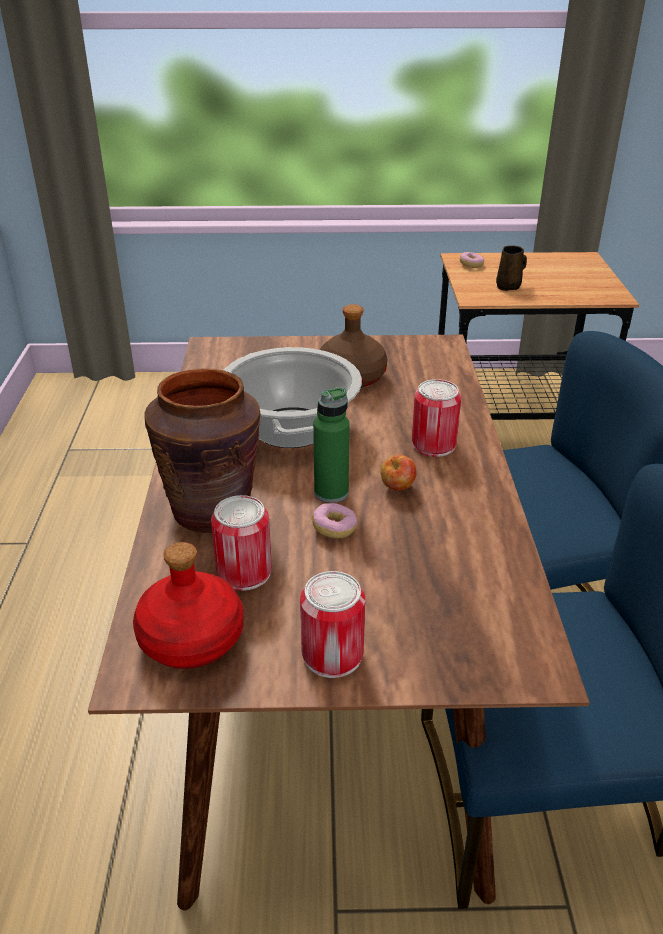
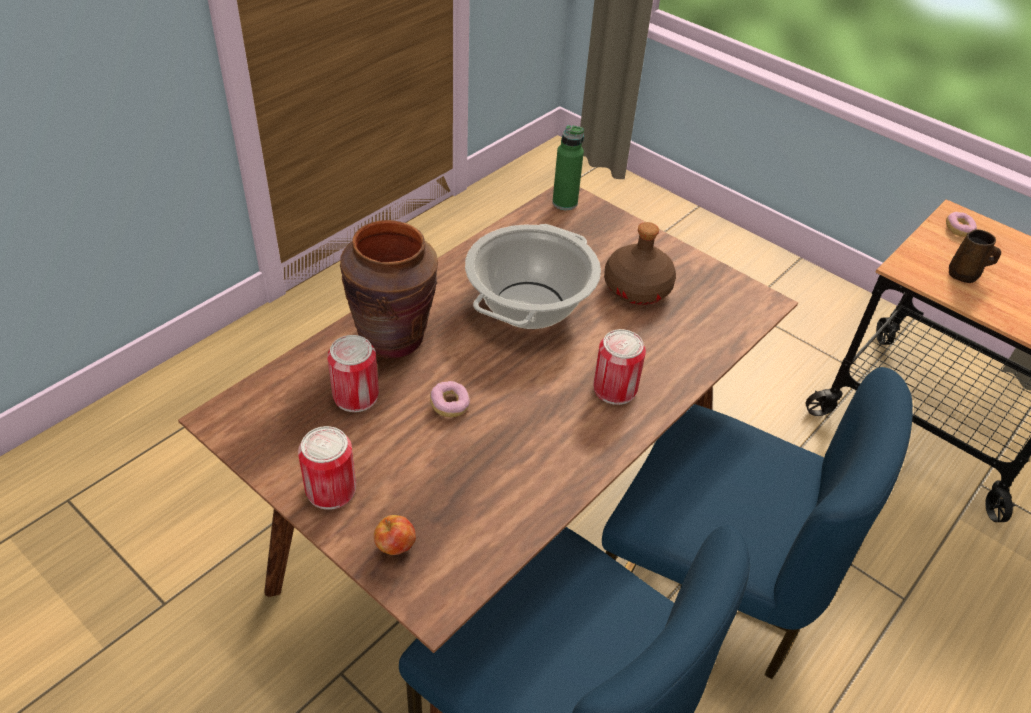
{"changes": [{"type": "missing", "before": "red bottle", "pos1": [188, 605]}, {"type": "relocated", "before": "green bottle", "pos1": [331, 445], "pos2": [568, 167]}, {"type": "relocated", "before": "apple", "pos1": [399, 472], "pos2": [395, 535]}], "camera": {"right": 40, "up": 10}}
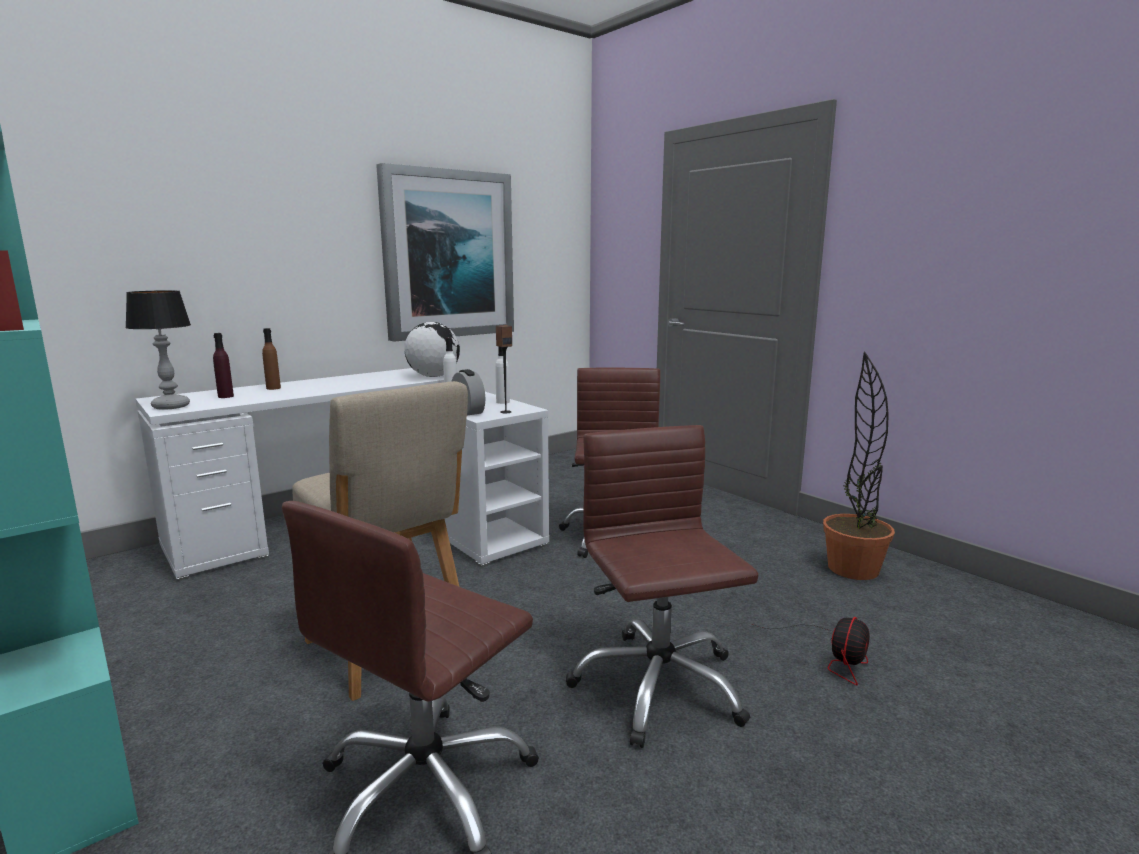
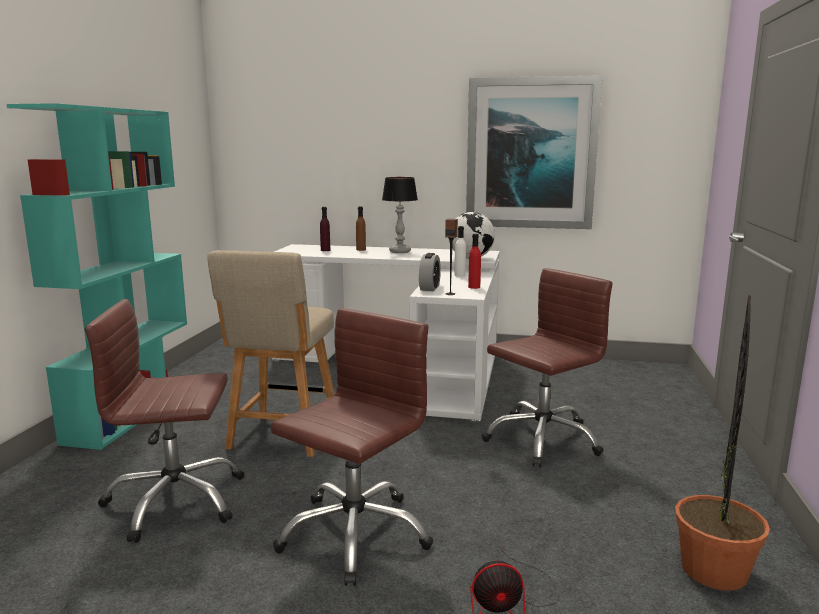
{"changes": [{"type": "relocated", "before": "table lamp", "pos1": [158, 350], "pos2": [400, 215]}, {"type": "colour", "before": "white bottle", "after": "red bottle", "pos1": [502, 375], "pos2": [474, 261]}], "camera": {"right": 50, "up": 0}}
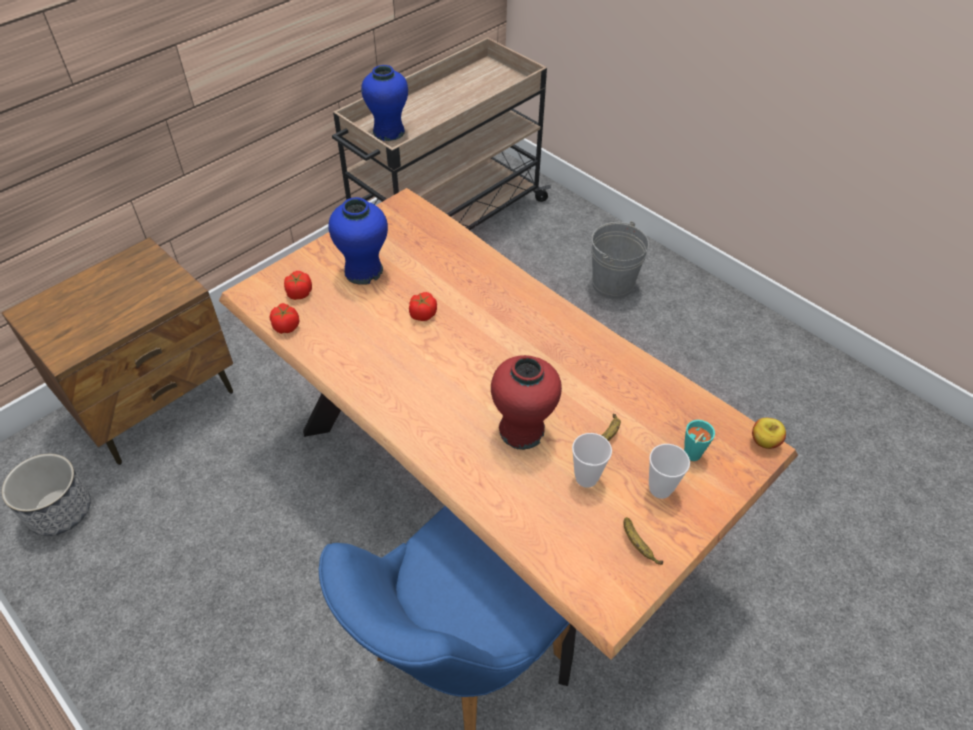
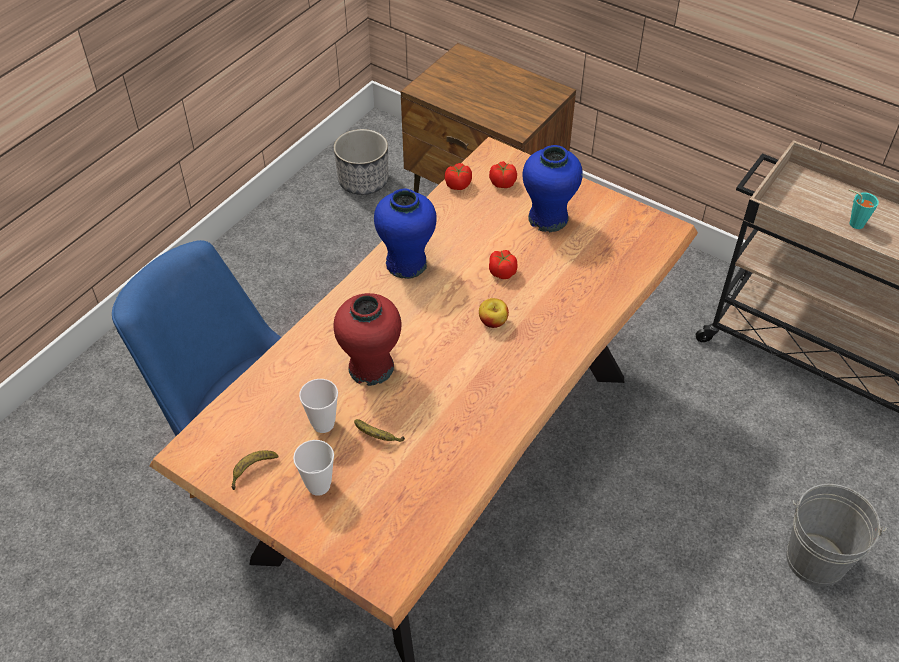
{"changes": [{"type": "relocated", "before": "blue vase", "pos1": [384, 103], "pos2": [405, 233]}, {"type": "relocated", "before": "turquoise cup", "pos1": [699, 440], "pos2": [864, 209]}, {"type": "relocated", "before": "apple", "pos1": [769, 433], "pos2": [494, 313]}], "camera": {"right": 80, "up": 0}}
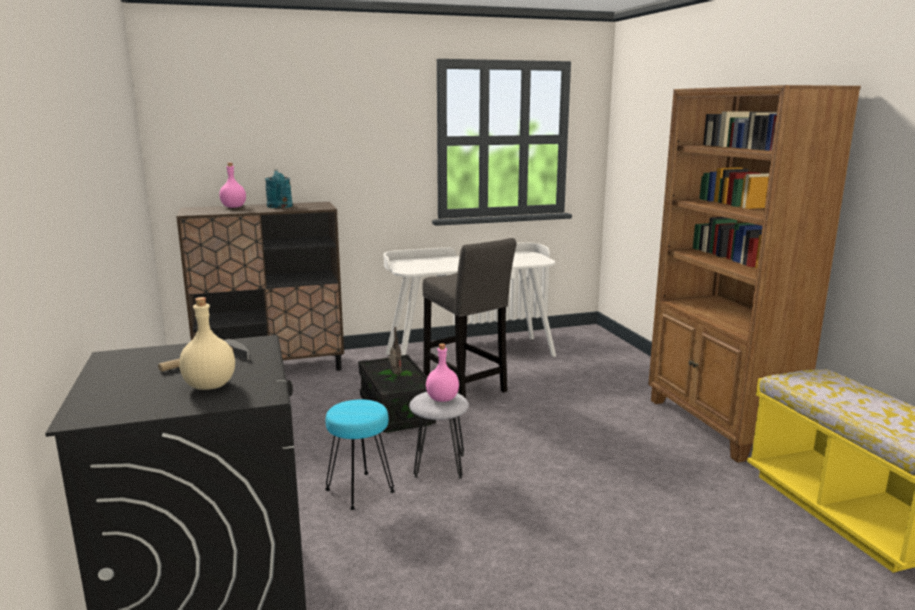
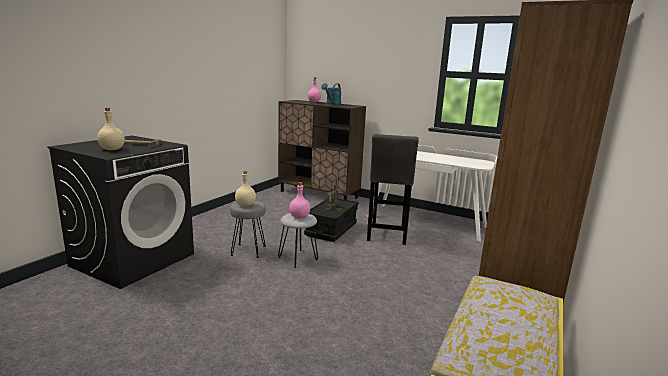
{"changes": [{"type": "appeared", "after": "beige bottle", "pos2": [245, 188]}, {"type": "colour", "before": "turquoise stool", "after": "grey stool", "pos1": [360, 454], "pos2": [248, 229]}], "camera": {"right": 45, "up": 0}}
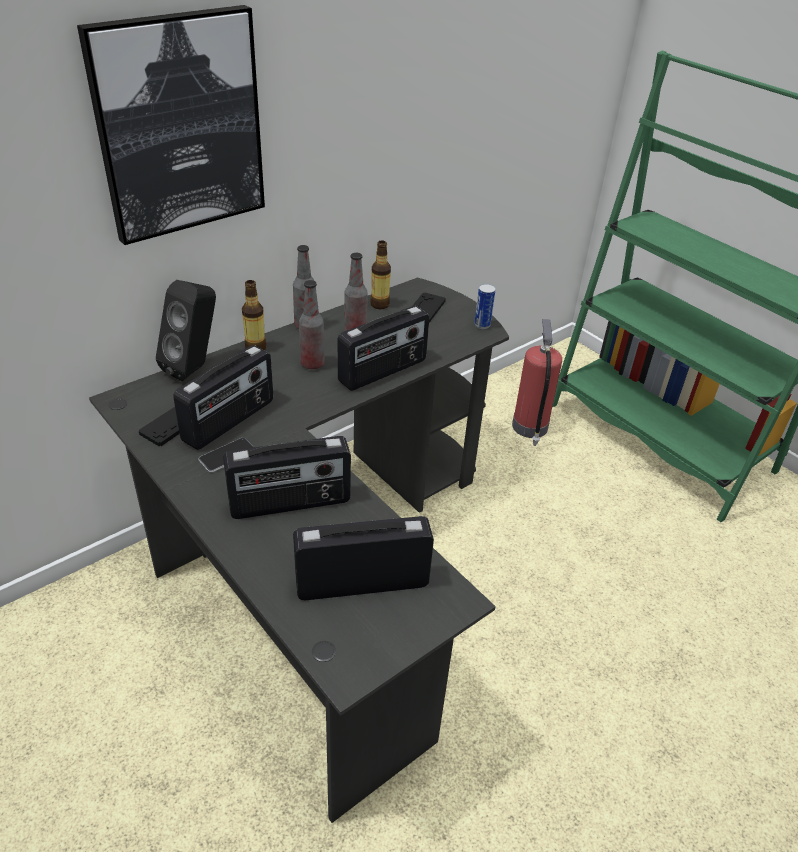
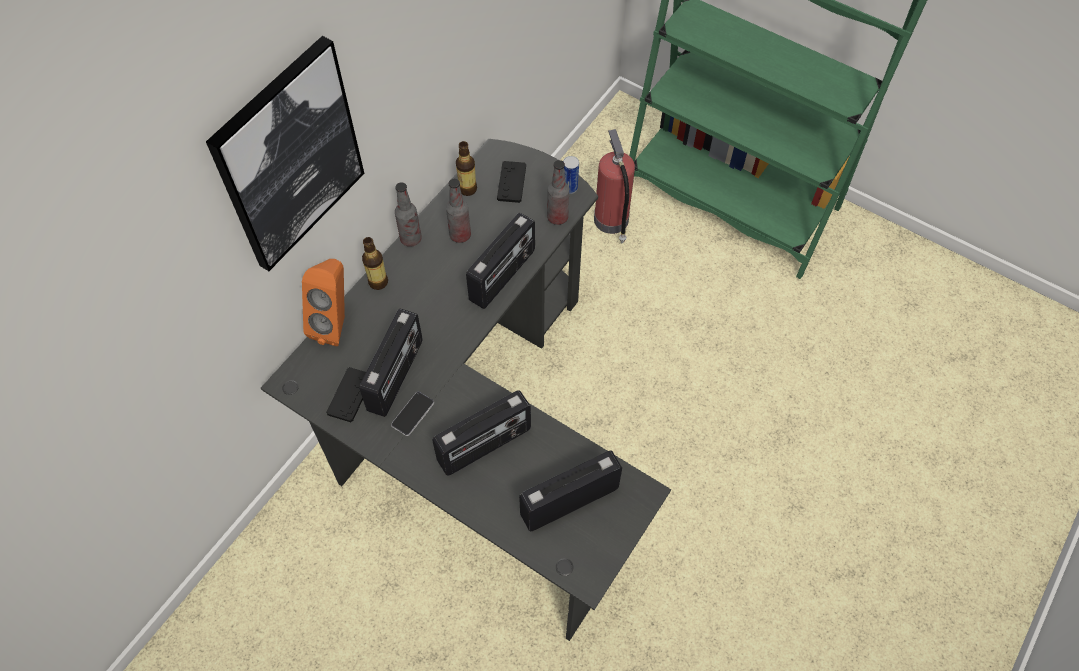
{"changes": [{"type": "relocated", "before": "bottle", "pos1": [312, 324], "pos2": [558, 192]}, {"type": "colour", "before": "black speaker", "after": "orange speaker", "pos1": [186, 330], "pos2": [323, 302]}], "camera": {"right": -15, "up": 20}}
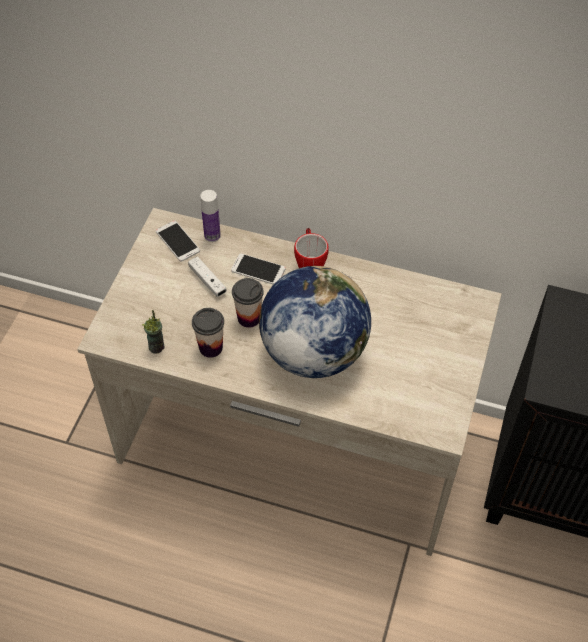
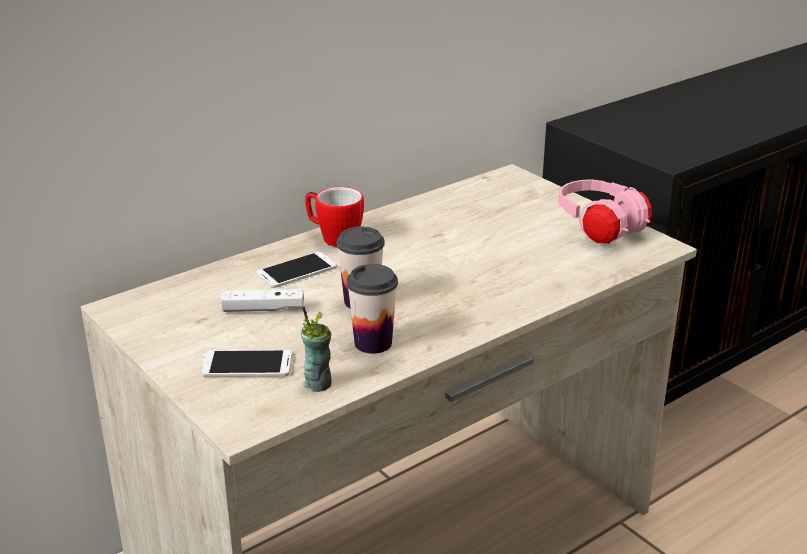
{"changes": [{"type": "missing", "before": "bottle", "pos1": [211, 216]}, {"type": "missing", "before": "globe", "pos1": [315, 322]}, {"type": "appeared", "after": "pink headphones", "pos2": [605, 212]}, {"type": "relocated", "before": "phone", "pos1": [178, 241], "pos2": [246, 363]}], "camera": {"right": -55, "up": -25}}
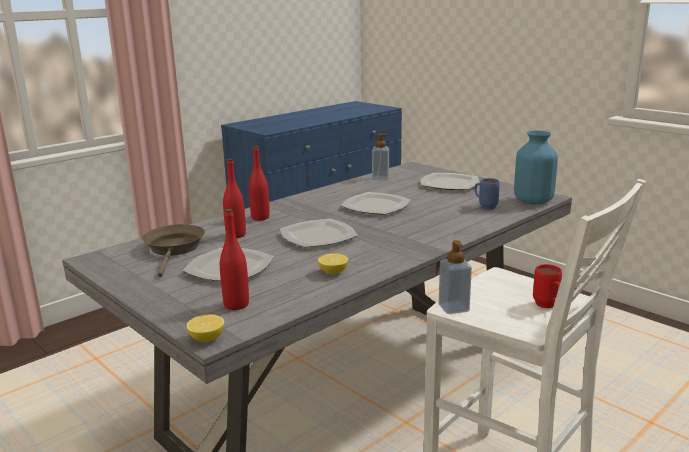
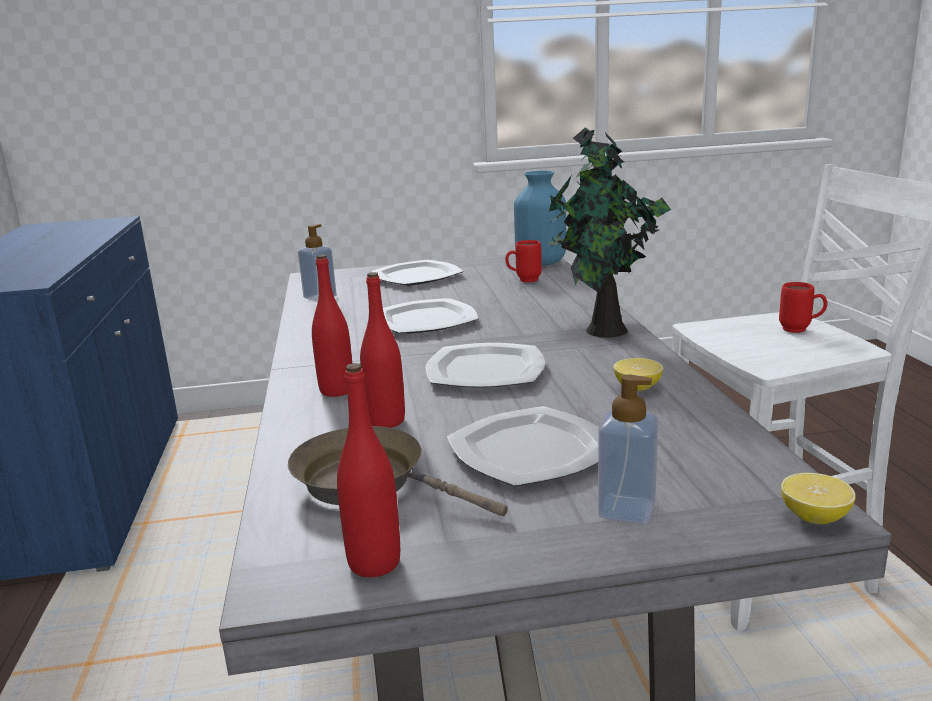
{"changes": [{"type": "appeared", "after": "potted plant", "pos2": [609, 232]}, {"type": "relocated", "before": "red bottle", "pos1": [234, 259], "pos2": [368, 470]}, {"type": "relocated", "before": "soap dispenser", "pos1": [455, 277], "pos2": [628, 449]}, {"type": "colour", "before": "blue mug", "after": "red mug", "pos1": [487, 194], "pos2": [523, 261]}], "camera": {"right": -55, "up": 0}}
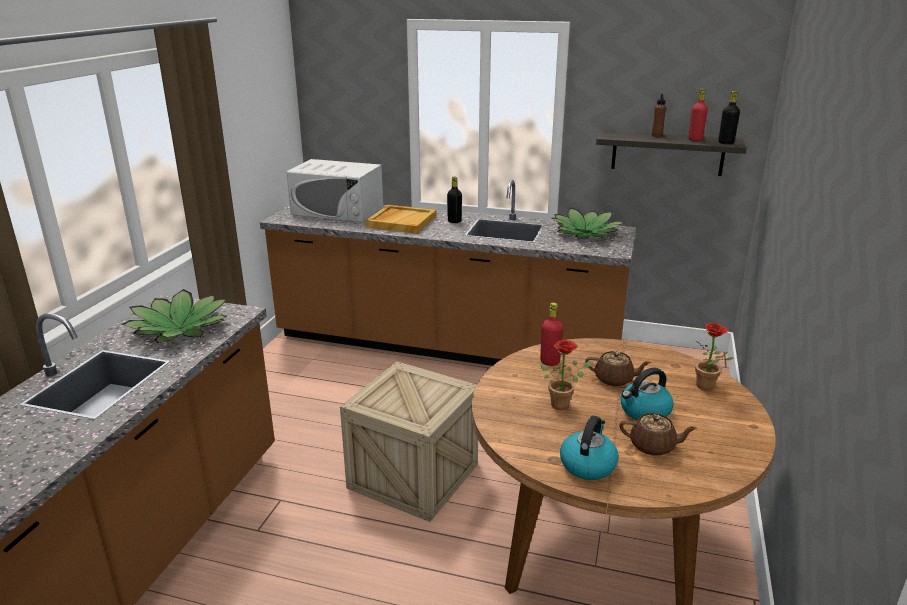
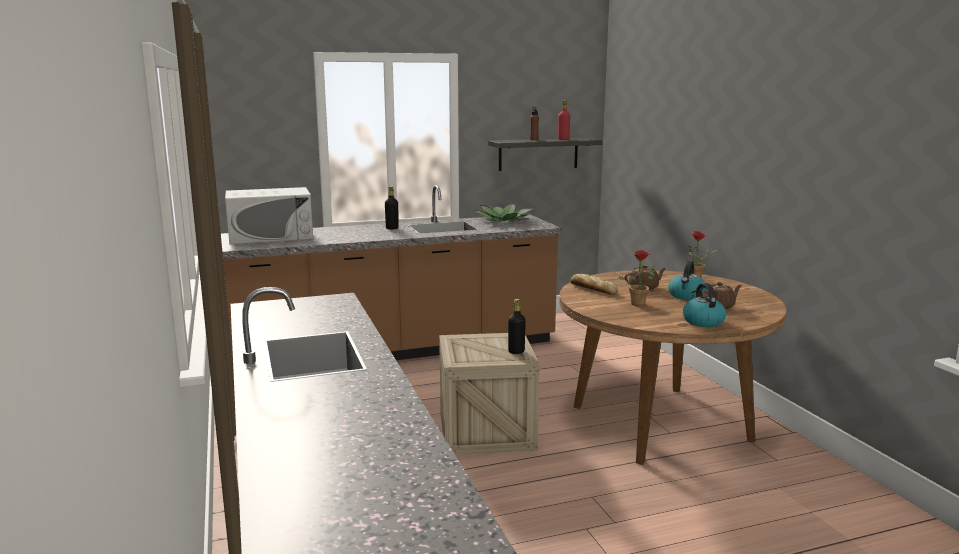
{"changes": [{"type": "missing", "before": "potted plant", "pos1": [174, 316]}, {"type": "missing", "before": "beige tray", "pos1": [401, 219]}, {"type": "relocated", "before": "black bottle", "pos1": [729, 117], "pos2": [517, 326]}, {"type": "exchanged", "before": "red bottle", "after": "bread", "pos1": [551, 334], "pos2": [594, 284]}], "camera": {"right": -35, "up": -10}}
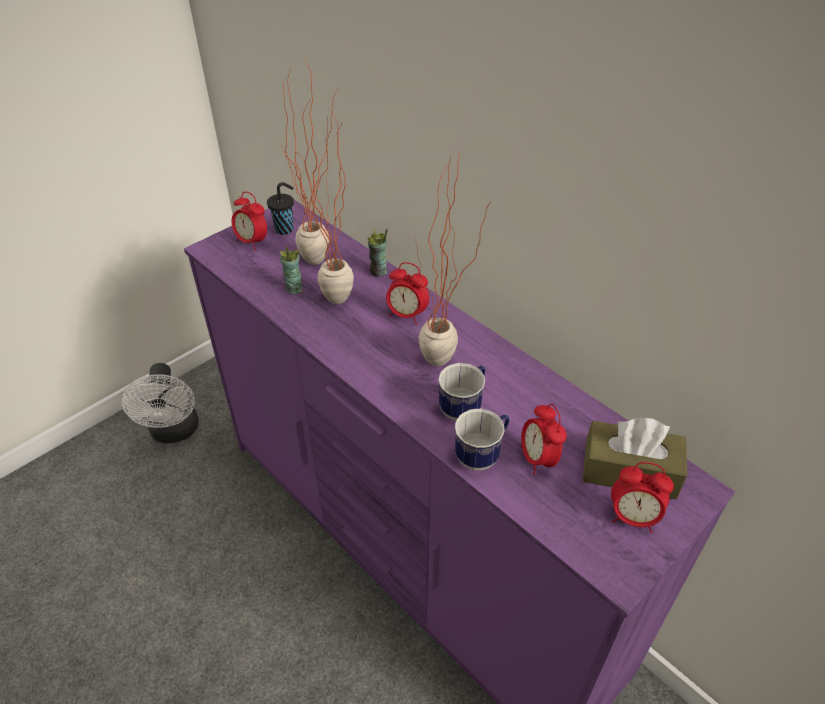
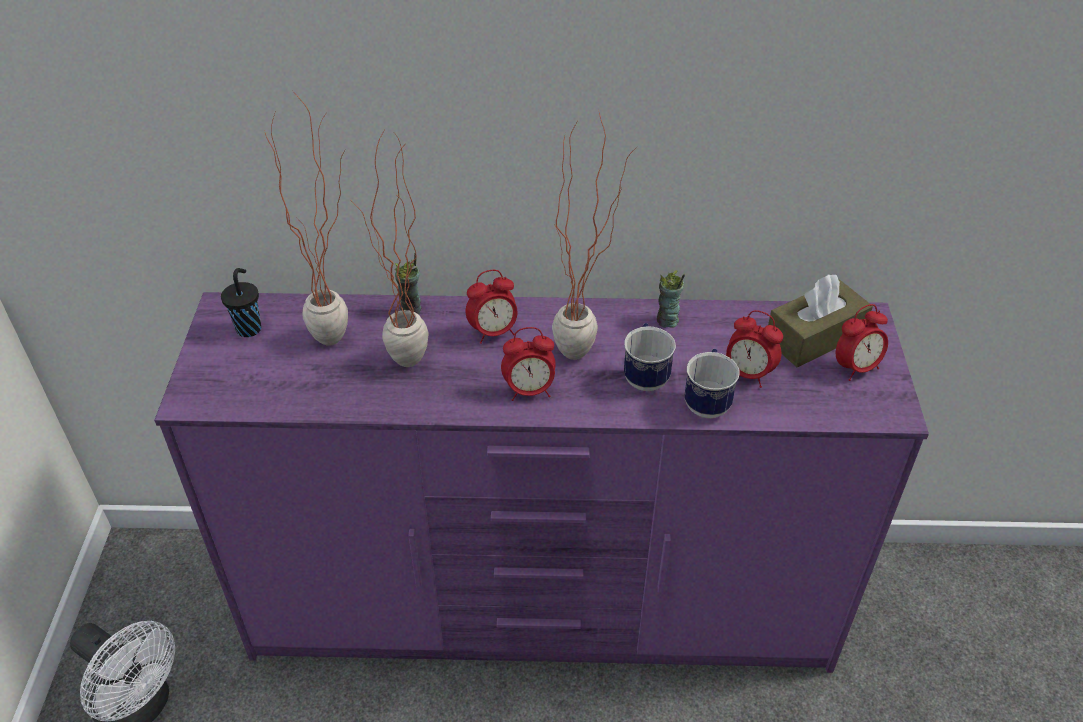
{"changes": [{"type": "relocated", "before": "alarm clock", "pos1": [249, 220], "pos2": [528, 364]}, {"type": "relocated", "before": "cup", "pos1": [291, 270], "pos2": [671, 299]}], "camera": {"right": -45, "up": 0}}
